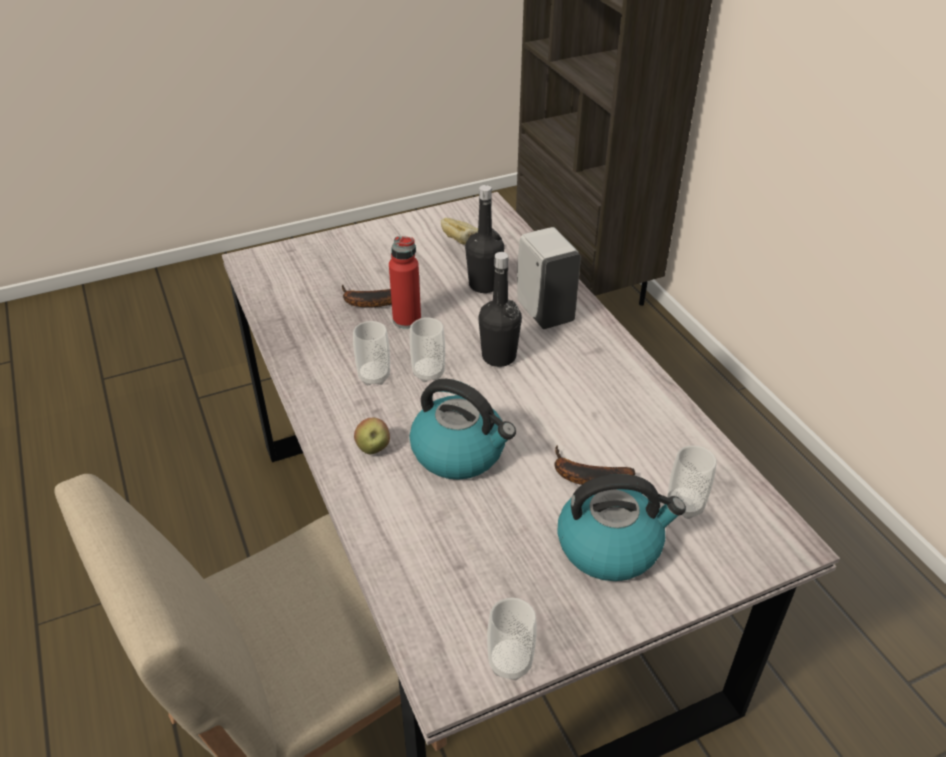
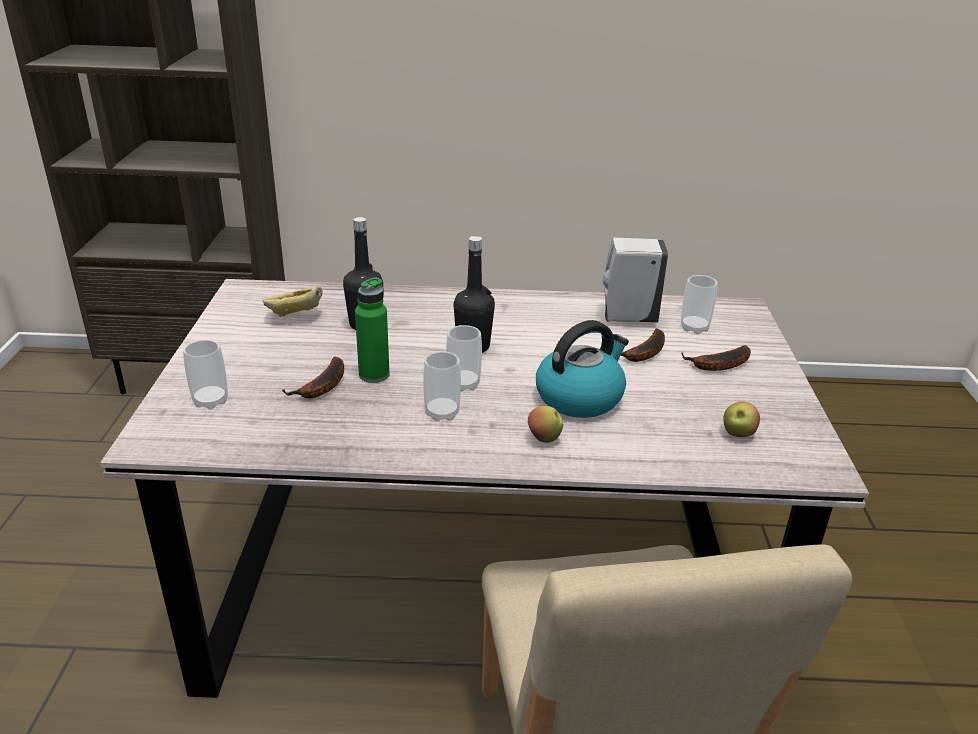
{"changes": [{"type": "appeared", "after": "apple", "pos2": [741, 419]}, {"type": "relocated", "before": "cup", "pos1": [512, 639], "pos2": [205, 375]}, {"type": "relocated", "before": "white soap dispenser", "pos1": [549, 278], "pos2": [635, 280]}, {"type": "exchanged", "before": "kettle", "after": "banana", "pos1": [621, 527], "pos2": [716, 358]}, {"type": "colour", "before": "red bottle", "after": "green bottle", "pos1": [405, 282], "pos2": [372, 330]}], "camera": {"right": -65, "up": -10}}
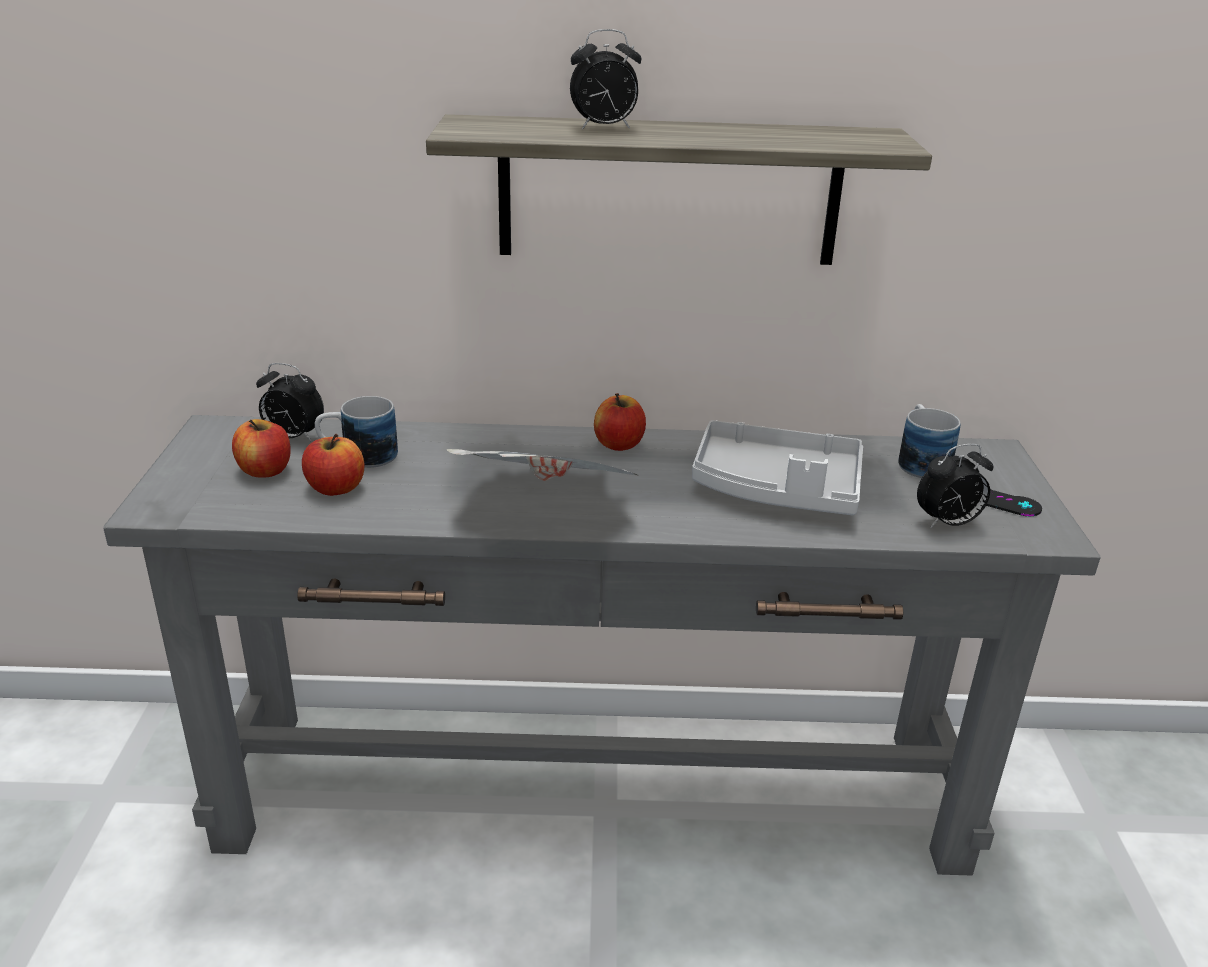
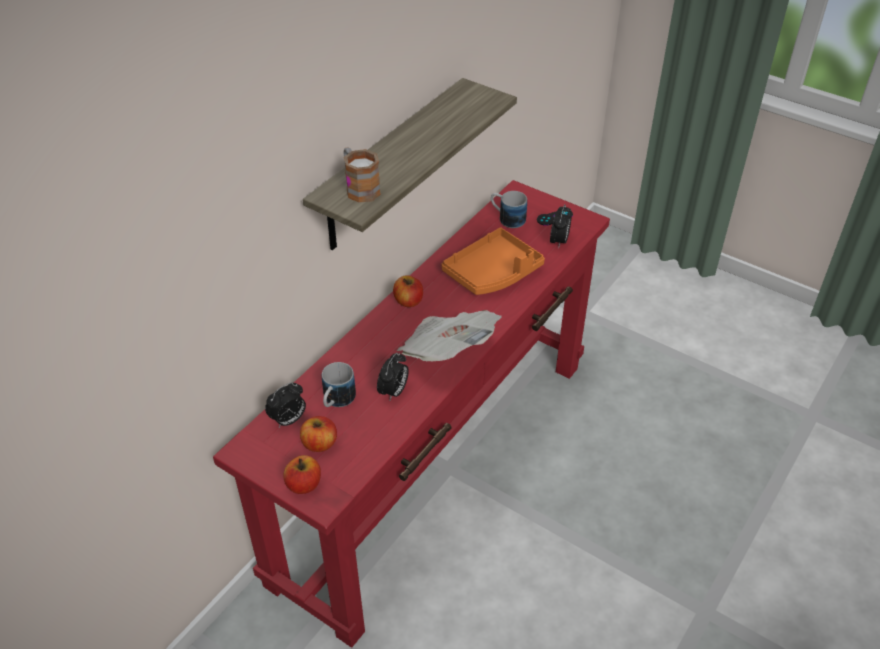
{"changes": [{"type": "appeared", "after": "mug", "pos2": [362, 175]}, {"type": "relocated", "before": "apple", "pos1": [333, 465], "pos2": [302, 474]}, {"type": "relocated", "before": "alarm clock", "pos1": [606, 79], "pos2": [393, 376]}, {"type": "colour", "before": "grey console table", "after": "red console table", "pos1": [601, 645], "pos2": [411, 414]}, {"type": "colour", "before": "grey tray", "after": "orange tray", "pos1": [777, 467], "pos2": [493, 261]}], "camera": {"right": -55, "up": 15}}
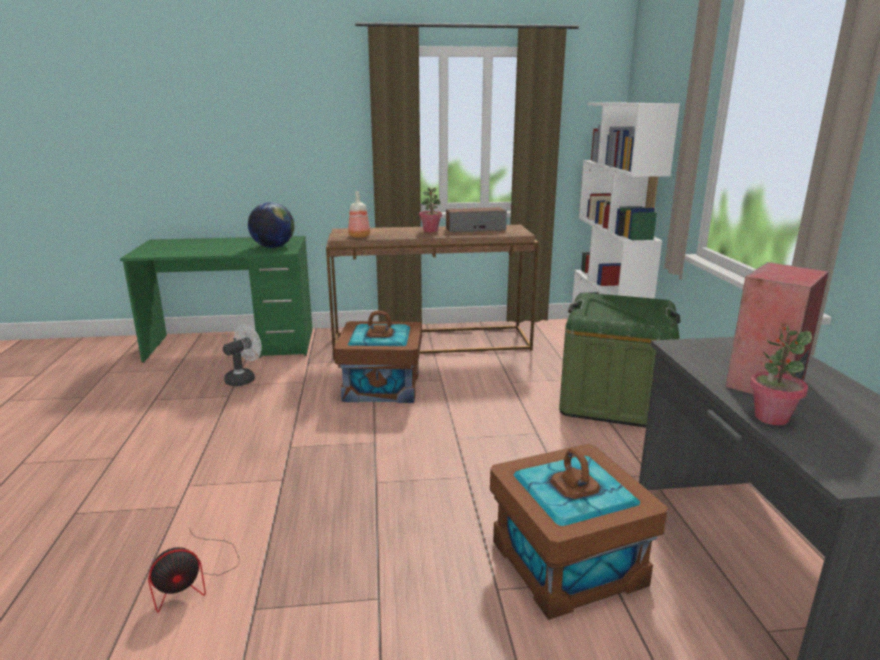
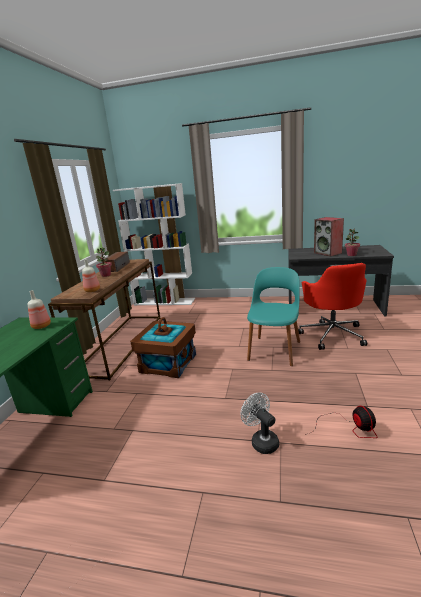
{"changes": [{"type": "missing", "before": "green storage box", "pos1": [620, 360]}, {"type": "appeared", "after": "turquoise chair", "pos2": [273, 316]}, {"type": "relocated", "before": "white fan", "pos1": [242, 355], "pos2": [259, 423]}, {"type": "exchanged", "before": "globe", "after": "bottle", "pos1": [271, 225], "pos2": [39, 309]}, {"type": "exchanged", "before": "brown storage box", "after": "red office chair", "pos1": [578, 532], "pos2": [332, 306]}], "camera": {"right": -70, "up": 0}}
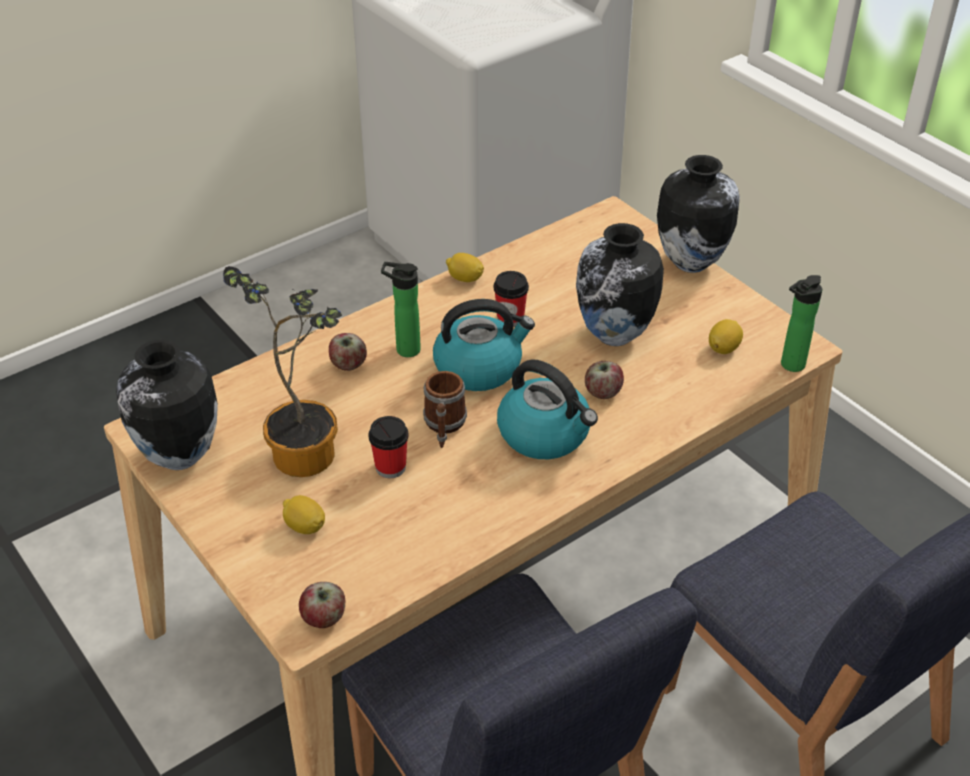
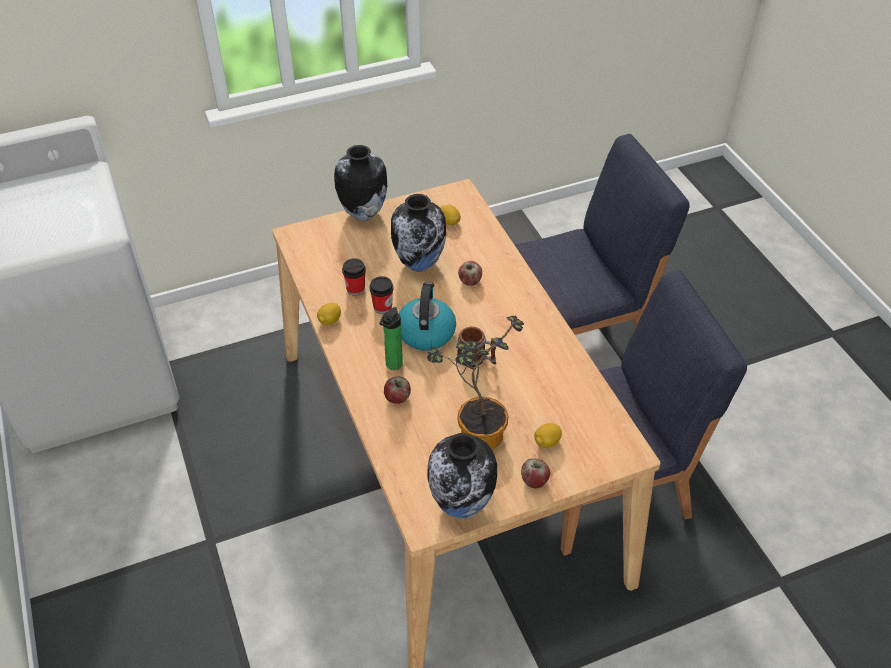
{"changes": [{"type": "missing", "before": "kettle", "pos1": [547, 409]}, {"type": "missing", "before": "bottle", "pos1": [802, 323]}, {"type": "relocated", "before": "apple", "pos1": [322, 605], "pos2": [535, 473]}, {"type": "relocated", "before": "cup", "pos1": [388, 447], "pos2": [354, 277]}], "camera": {"right": -75, "up": 5}}
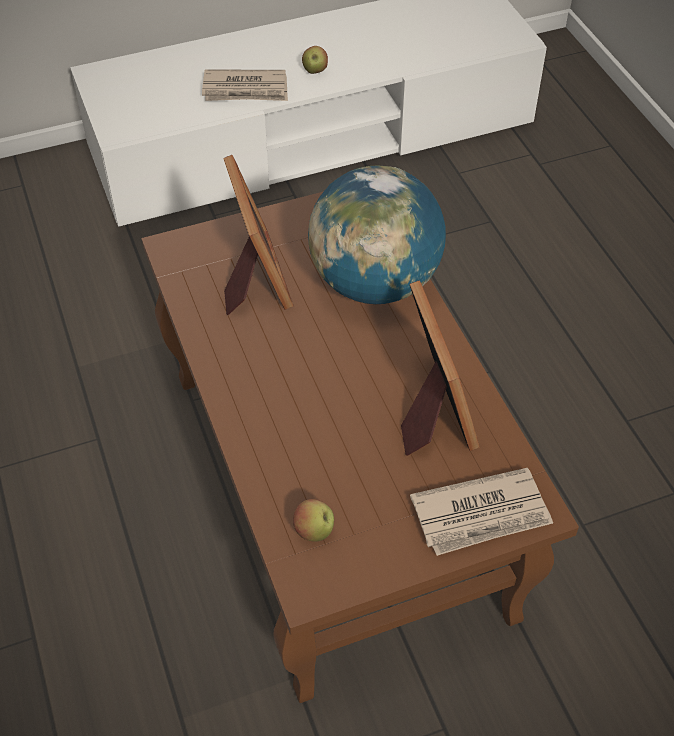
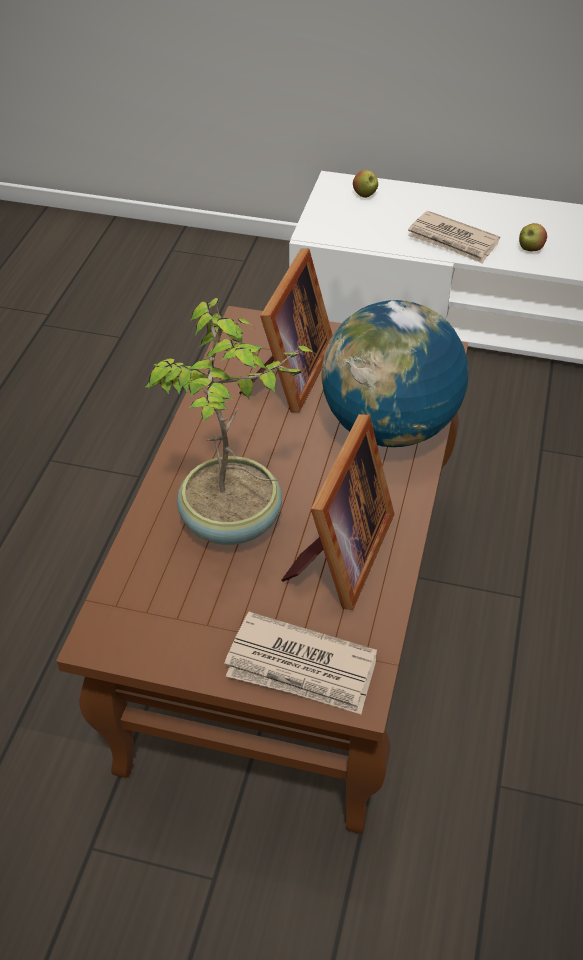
{"changes": [{"type": "appeared", "after": "potted plant", "pos2": [231, 421]}, {"type": "relocated", "before": "apple", "pos1": [313, 520], "pos2": [365, 184]}], "camera": {"right": 35, "up": -5}}
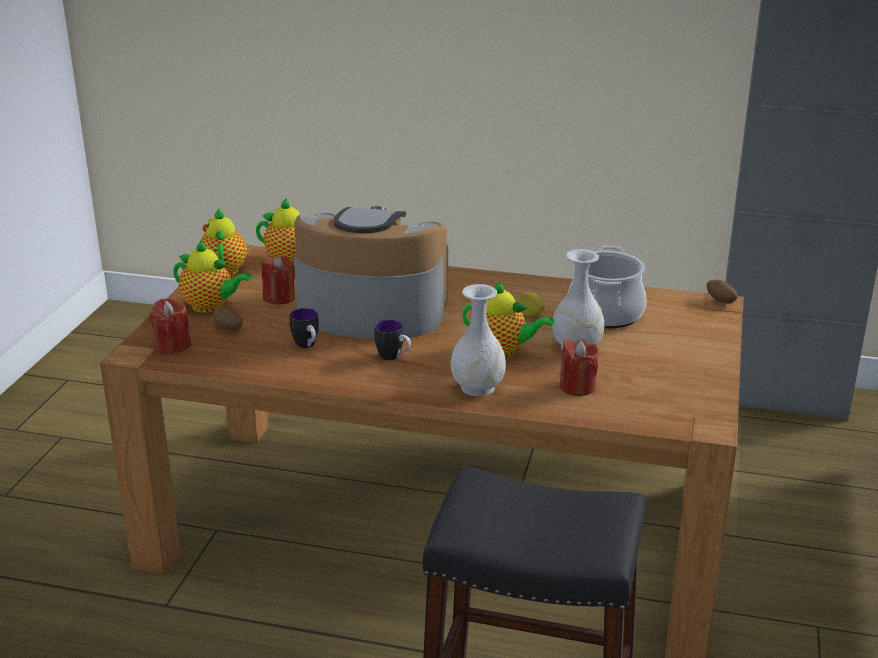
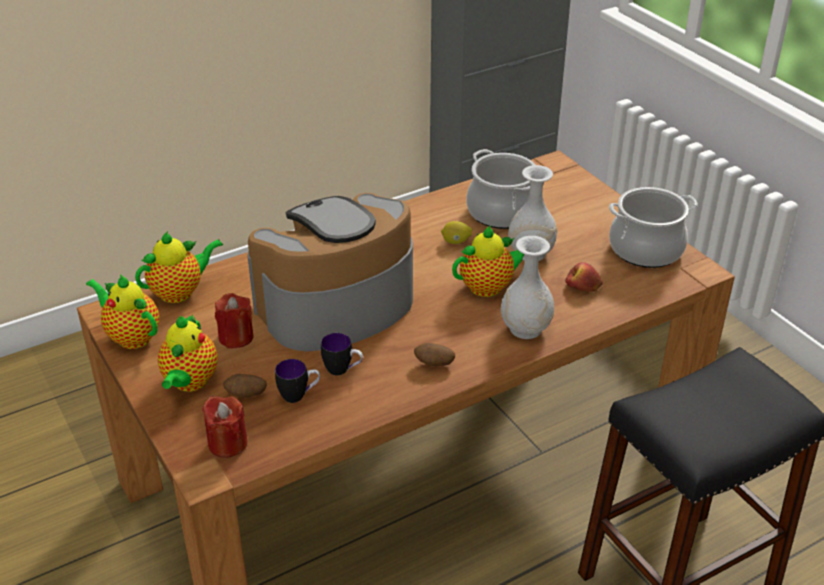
{"changes": [{"type": "appeared", "after": "cooking pot", "pos2": [653, 227]}, {"type": "relocated", "before": "mug", "pos1": [392, 340], "pos2": [297, 381]}, {"type": "relocated", "before": "potato", "pos1": [722, 292], "pos2": [434, 354]}, {"type": "exchanged", "before": "red candle", "after": "apple", "pos1": [578, 368], "pos2": [584, 277]}, {"type": "spun", "before": "teapot", "pos1": [212, 277], "pos2": [188, 353], "turn": 120}], "camera": {"right": -45, "up": 10}}
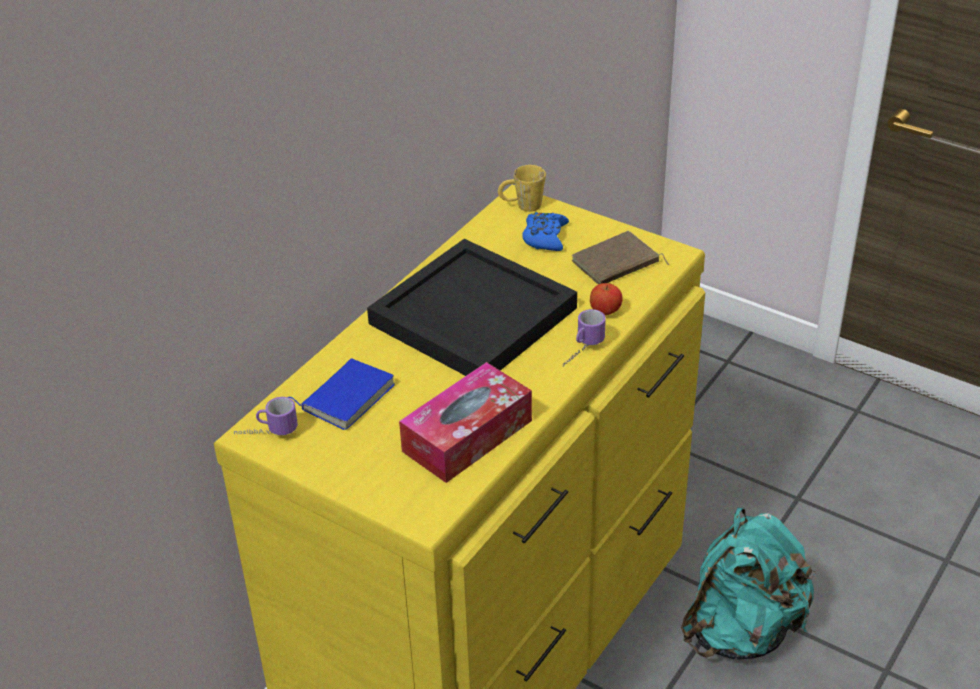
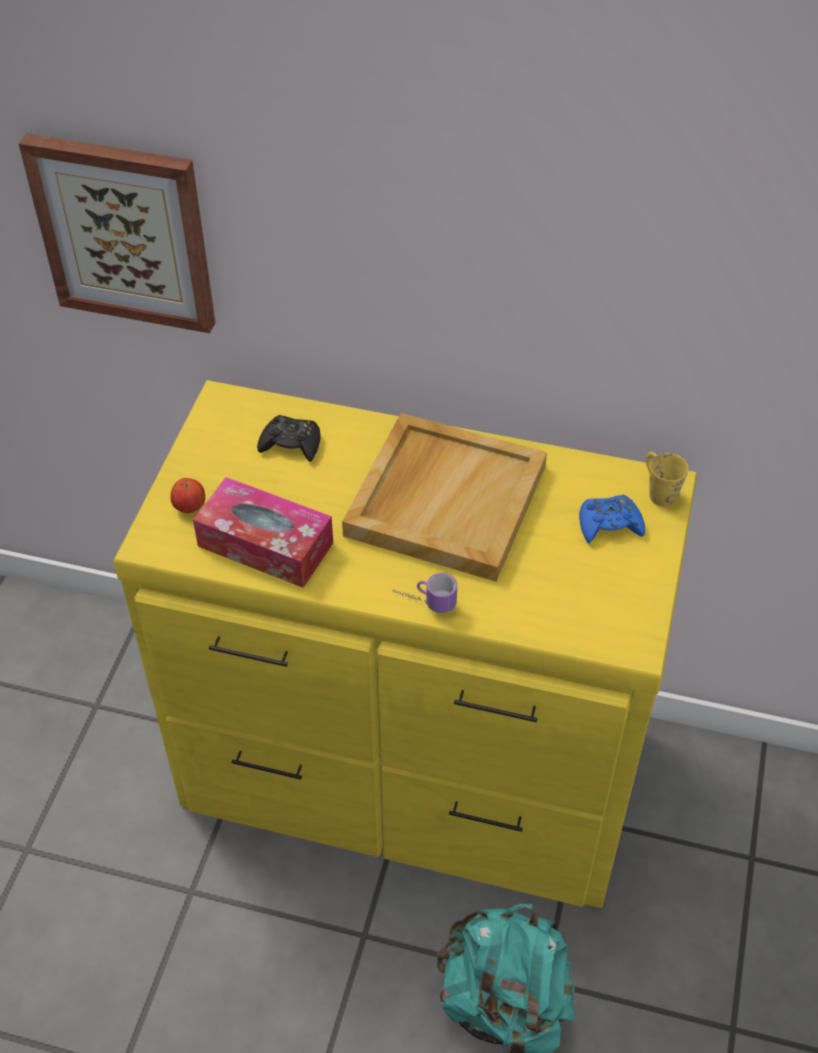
{"changes": [{"type": "missing", "before": "mug", "pos1": [266, 416]}, {"type": "missing", "before": "brown book", "pos1": [620, 258]}, {"type": "appeared", "after": "picture", "pos2": [117, 233]}, {"type": "relocated", "before": "apple", "pos1": [606, 299], "pos2": [187, 495]}, {"type": "exchanged", "before": "blue book", "after": "black game controller", "pos1": [341, 394], "pos2": [289, 438]}, {"type": "colour", "before": "black tray", "after": "beige tray", "pos1": [472, 307], "pos2": [444, 497]}], "camera": {"right": 70, "up": 10}}
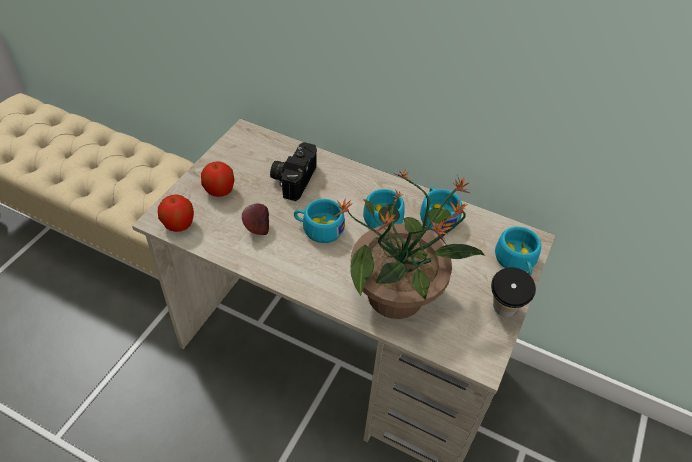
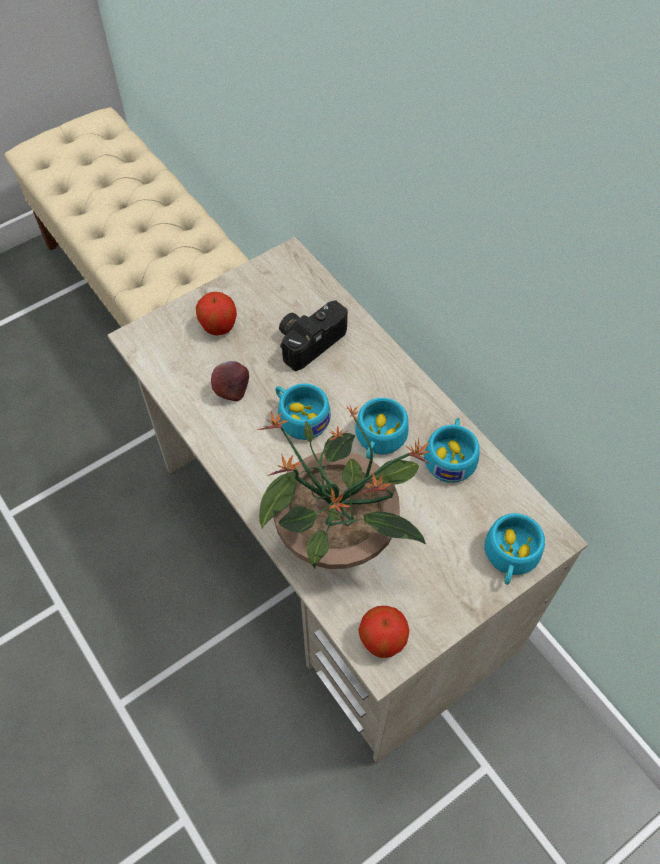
{"changes": [{"type": "missing", "before": "cup", "pos1": [513, 292]}, {"type": "relocated", "before": "apple", "pos1": [176, 213], "pos2": [383, 632]}], "camera": {"right": 30, "up": 10}}
